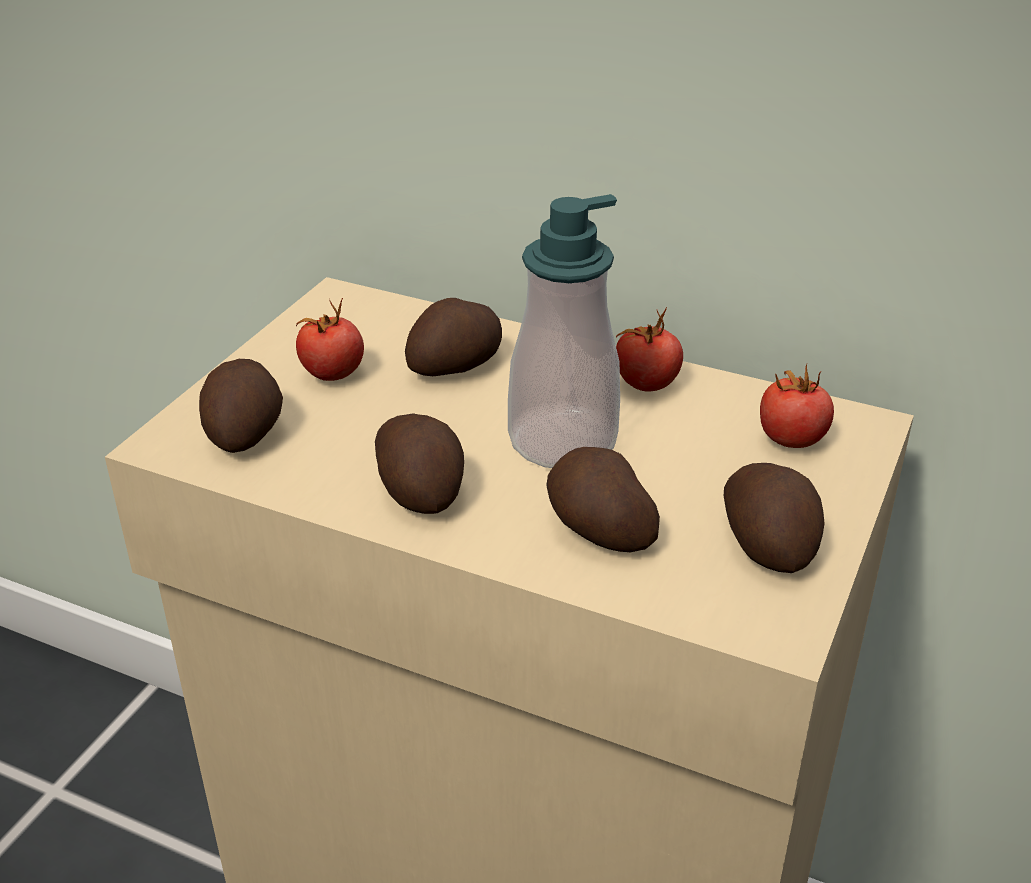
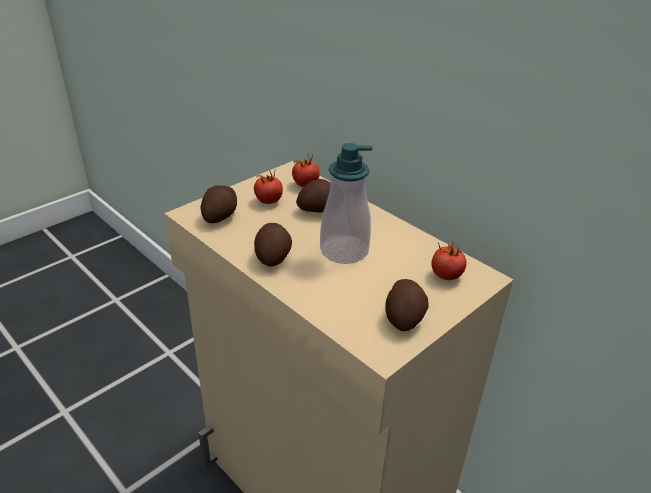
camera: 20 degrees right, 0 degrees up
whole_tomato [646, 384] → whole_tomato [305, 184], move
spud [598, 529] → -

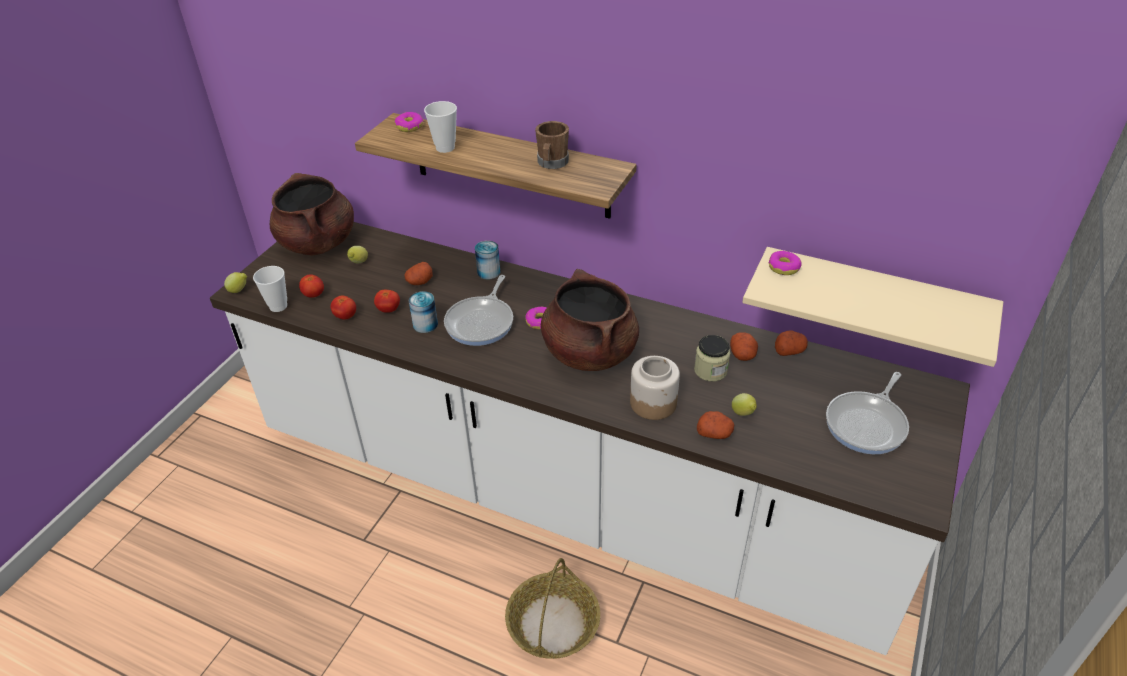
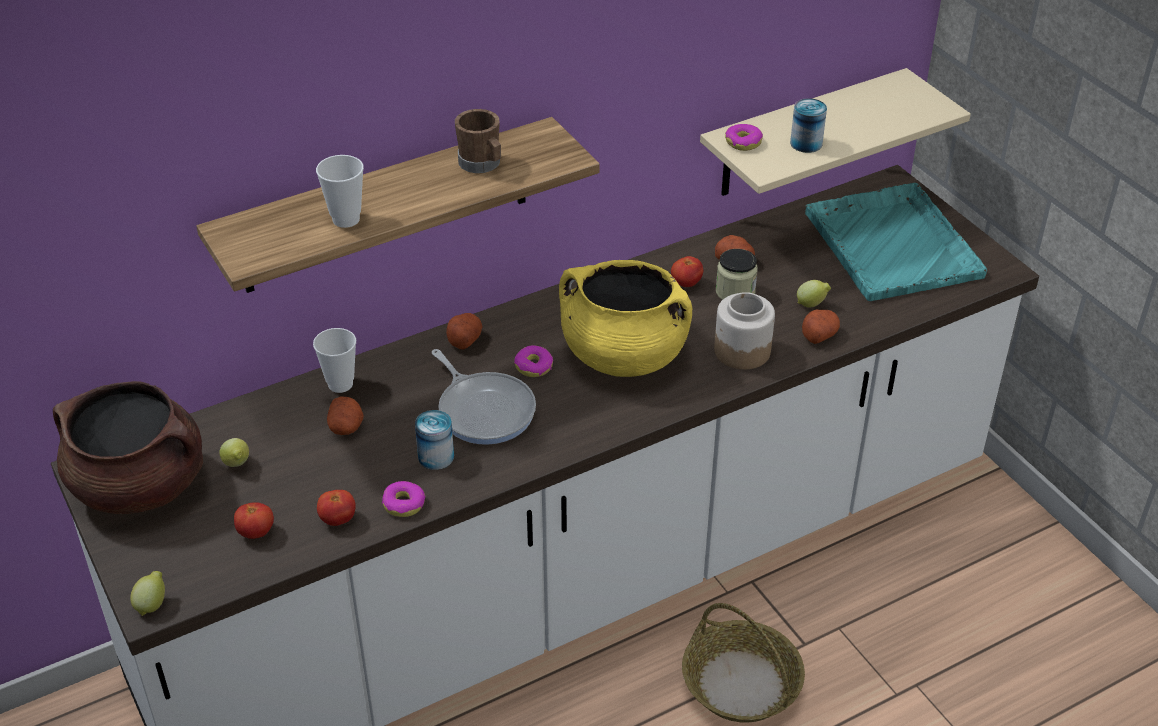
camera: 55 degrees left, 0 degrees up
small_cup [278, 306] → small_cup [340, 384], move
doughnut [409, 126] → doughnut [404, 504], move
spud [789, 350] → spud [464, 339], move
brown_saucepot [589, 352] → yellowish_saucepot [623, 355]
whole_tomato [389, 309] → whole_tomato [686, 283], move
sealed_can [488, 272] → sealed_can [806, 143], move
frying_pan [867, 424] → turquoise_carrying_tray [892, 243]

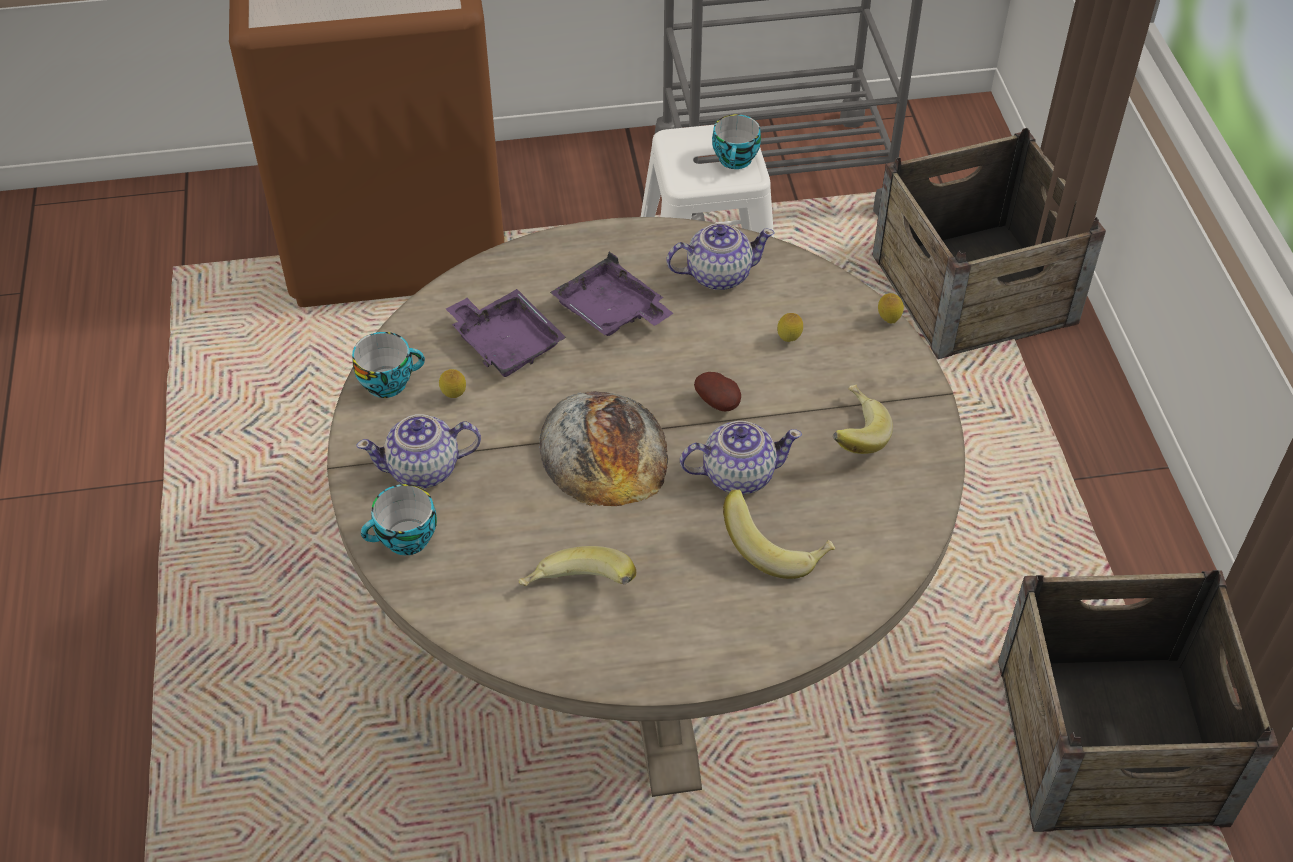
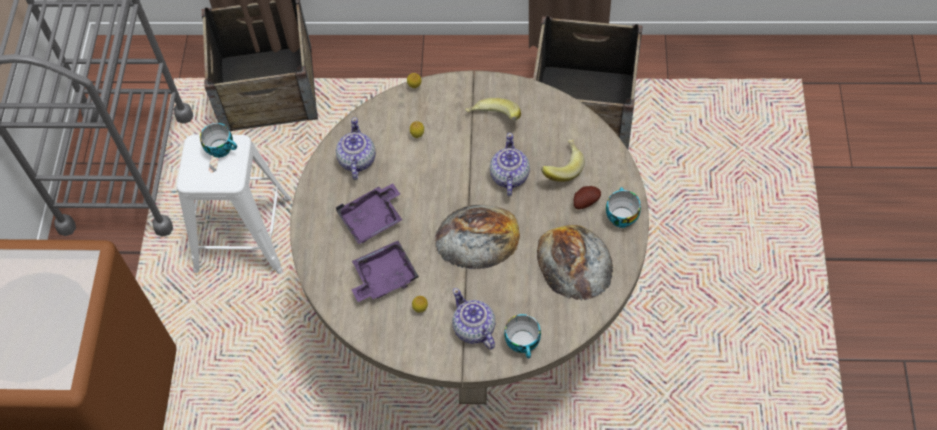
camera: 75 degrees left, 10 degrees up
tea_pot [424, 469] → tea_pot [474, 329], 150 degrees clockwise
banana_fruit [578, 592] → baked_bread [574, 261]
spud [719, 403] → spud [585, 202], move
small_cup [389, 381] → small_cup [620, 216], move

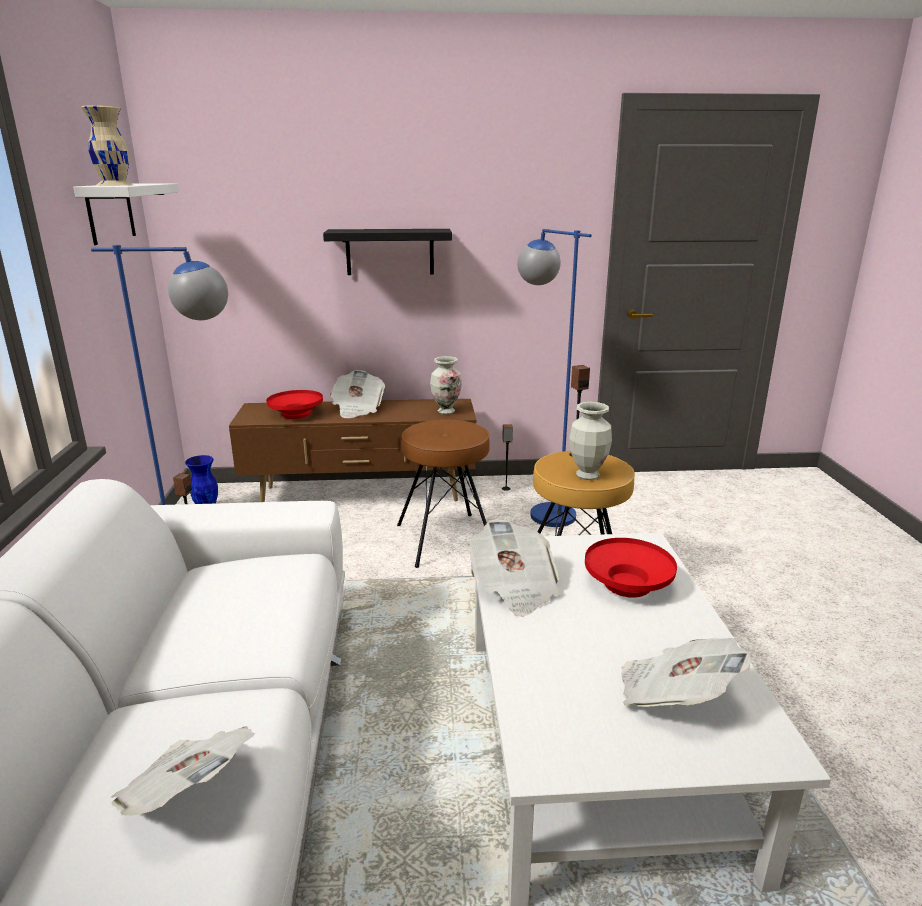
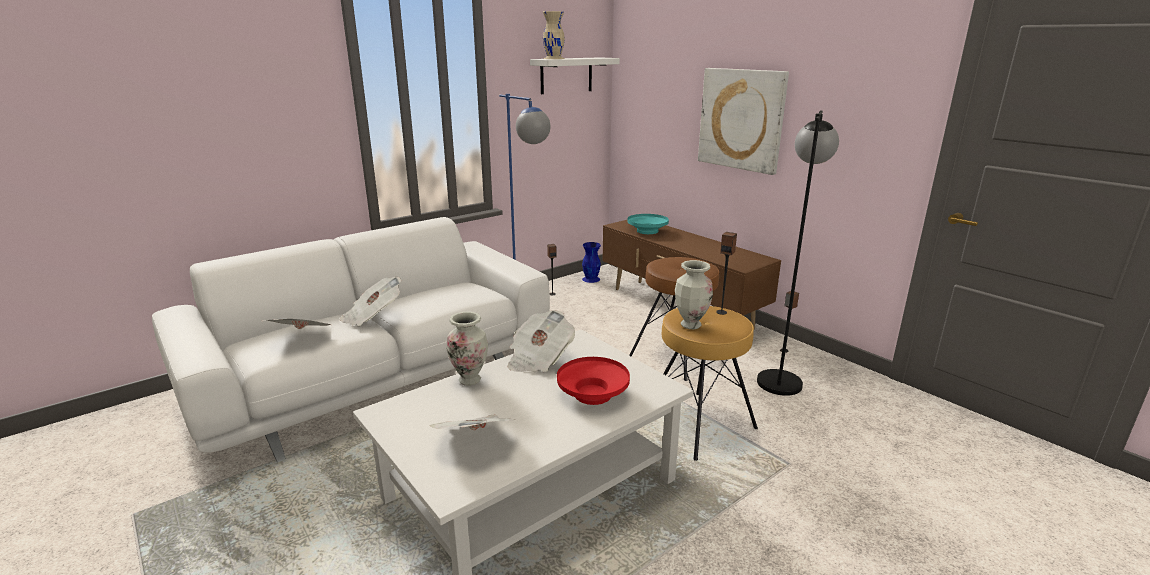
camera: 55 degrees right, 0 degrees up
printed_paper [357, 409] → printed_paper [373, 316], move
flower_vase [446, 411] → flower_vase [470, 380], move
red-coloured_bowl [296, 414] → turquoise_bowl [647, 231]
blackish_shelf [390, 252] → wall_art [741, 119]
blue-coloured_standing_lamp [542, 510] → blackish_standing_lamp [780, 376]

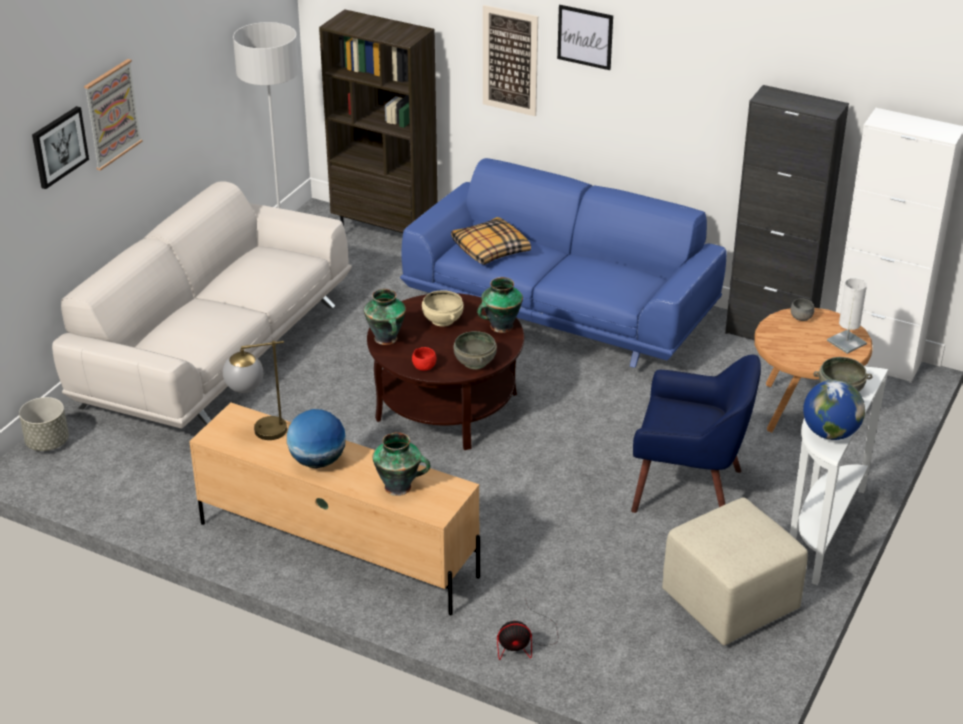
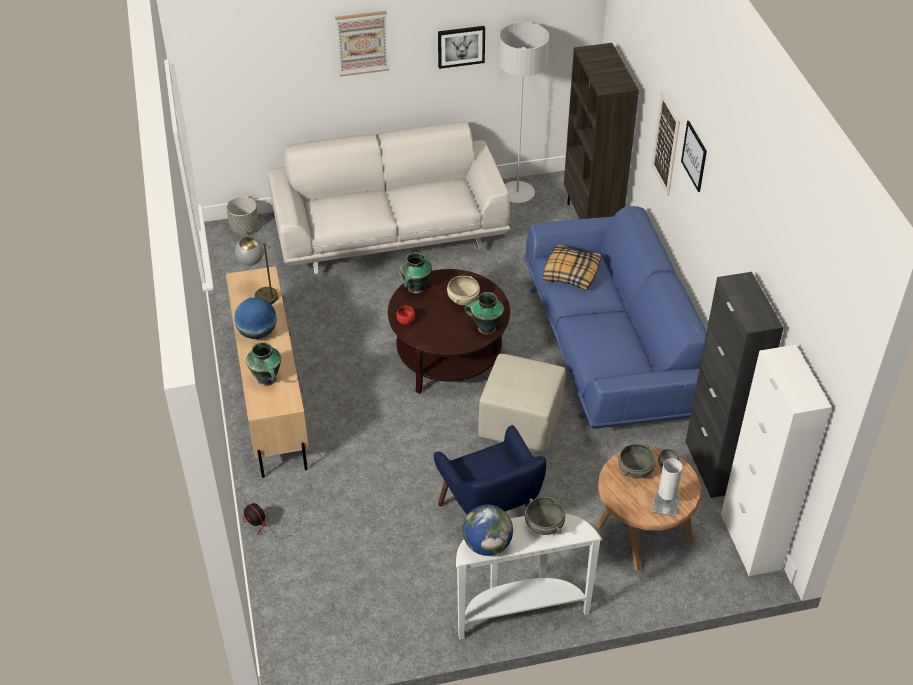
camera: 50 degrees right, 10 degrees up
wall_art [59, 146] → wall_art [461, 46], move
beige-coloured_footrest [729, 603] → beige-coloured_footrest [519, 422], move
gray_bowl [475, 362] → gray_bowl [635, 470], move

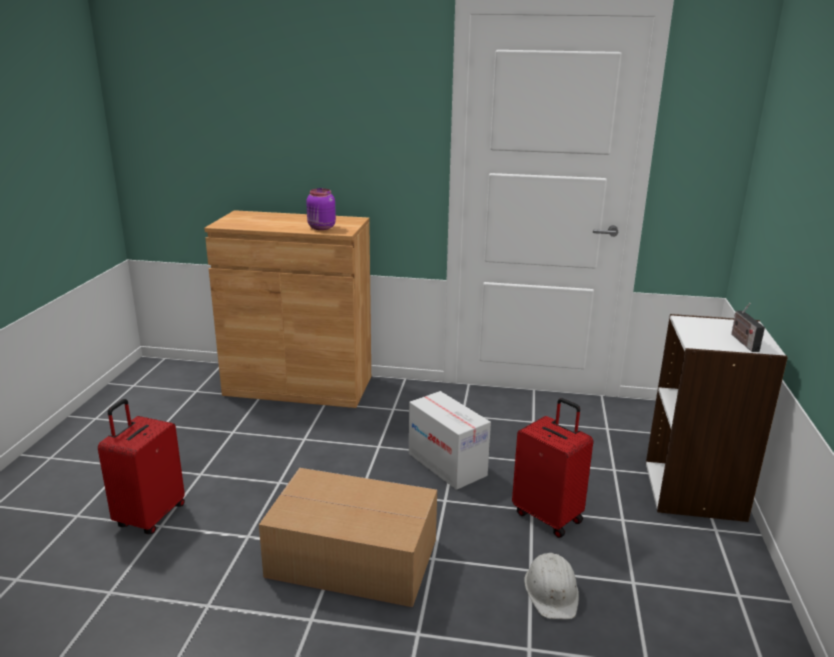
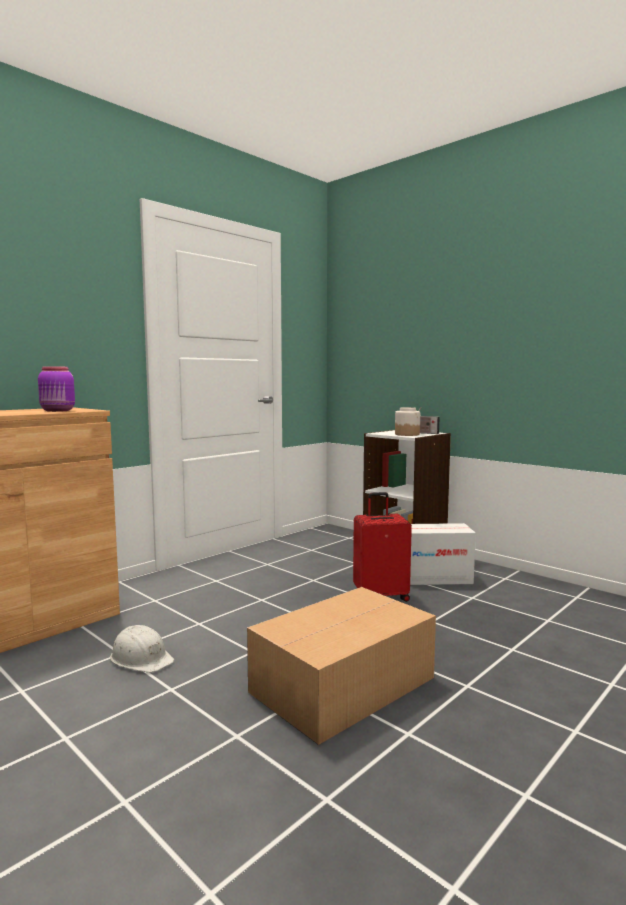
camera: 55 degrees left, 15 degrees down
white_safety_helmet [552, 591] → white_safety_helmet [141, 658], move
- → jar [407, 434]
carton [447, 464] → carton [436, 578], move
red-coloured_travel_case [149, 516] → -

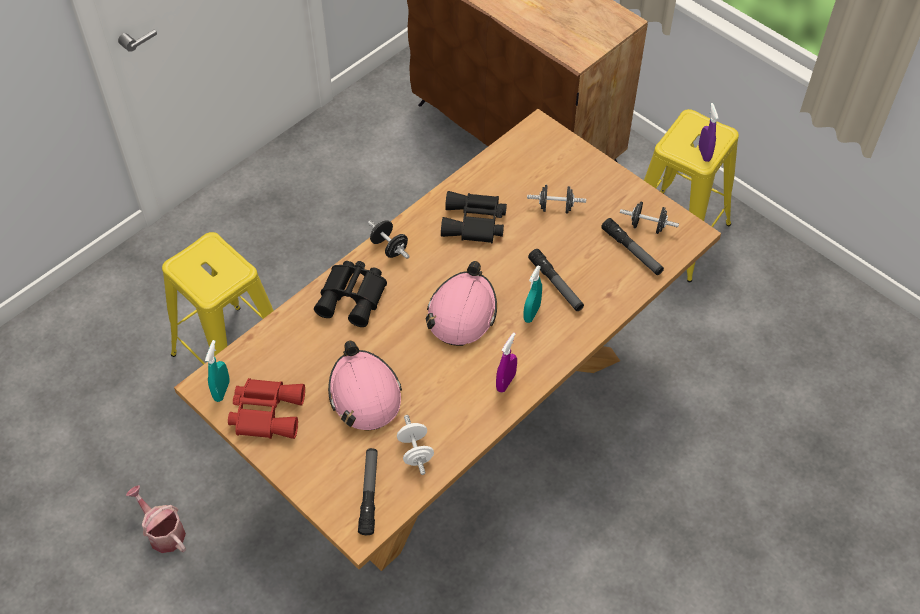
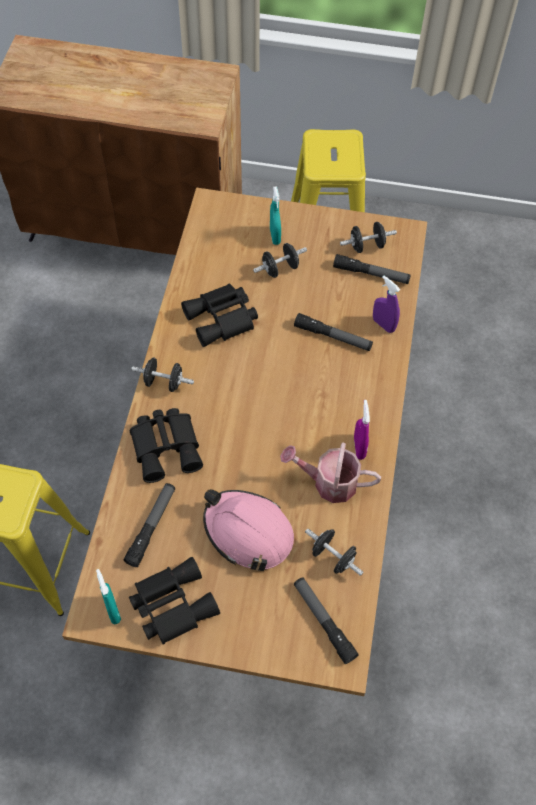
camera: 35 degrees left, 5 degrees up
- → torch [151, 526]
red-coloured_binoculars [266, 411] → blackish_binoculars [171, 603]
turquoise_hand_sprayer [531, 313] → turquoise_hand_sprayer [275, 236], move
watering_pot [163, 532] → watering_pot [329, 482], move
white_hand_weight [415, 451] → blackish_hand_weight [333, 557]
purplish_hand_sprayer [704, 154] → purplish_hand_sprayer [383, 324], move
pinkish_safety_helmet [462, 313] → -

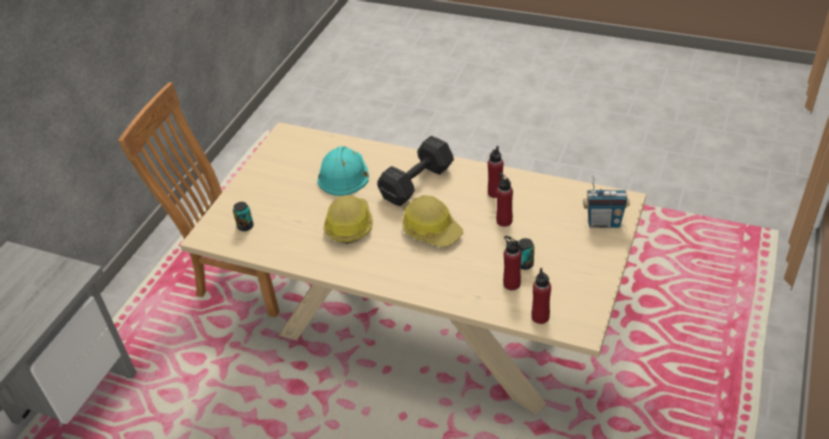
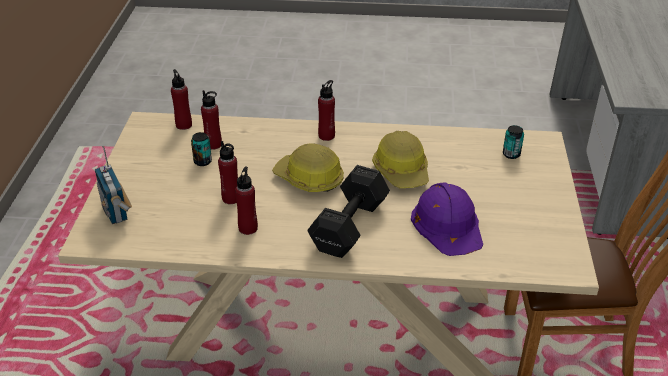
camera: 160 degrees right, 5 degrees down
radio_set [603, 222] → radio_set [116, 212], 105 degrees counterclockwise
- → red-coloured_beverage_bottle [326, 136]
turquoise_safety_helmet [343, 173] → purplish_safety_helmet [448, 224]

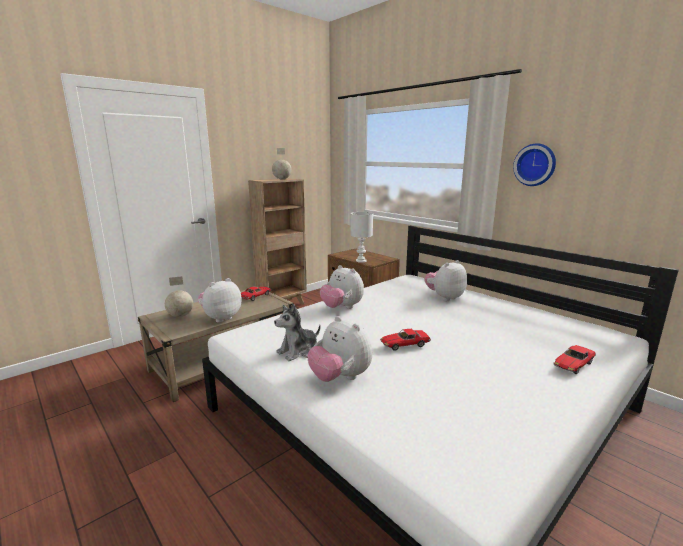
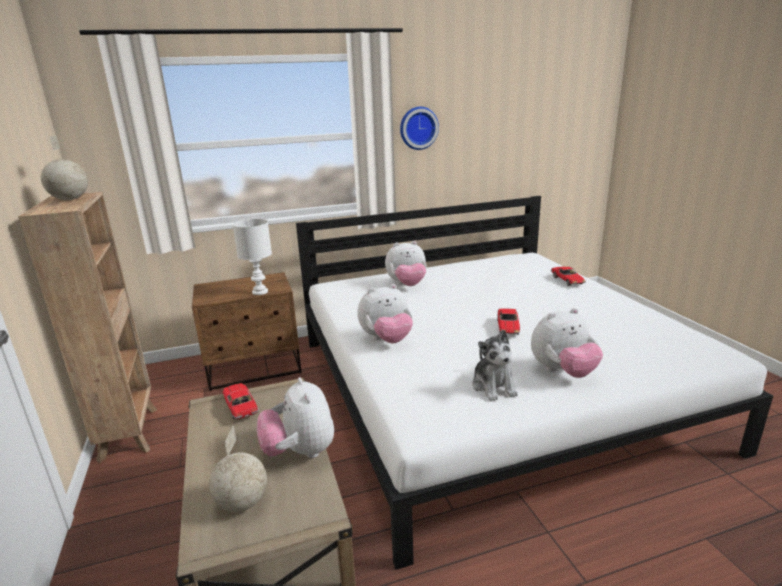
camera: 65 degrees left, 5 degrees up
soft_toy [444, 297] → soft_toy [407, 285], 90 degrees counterclockwise

